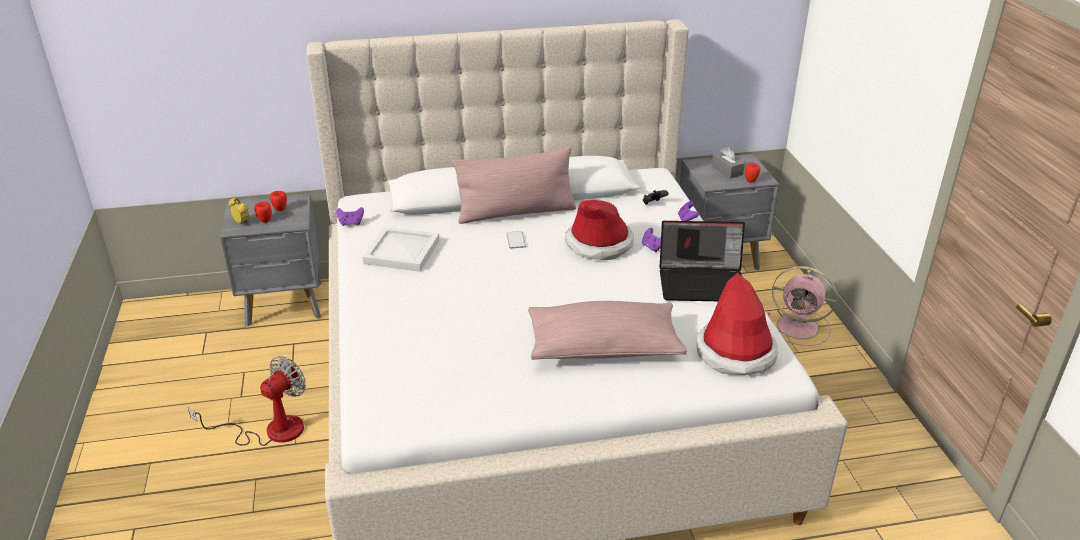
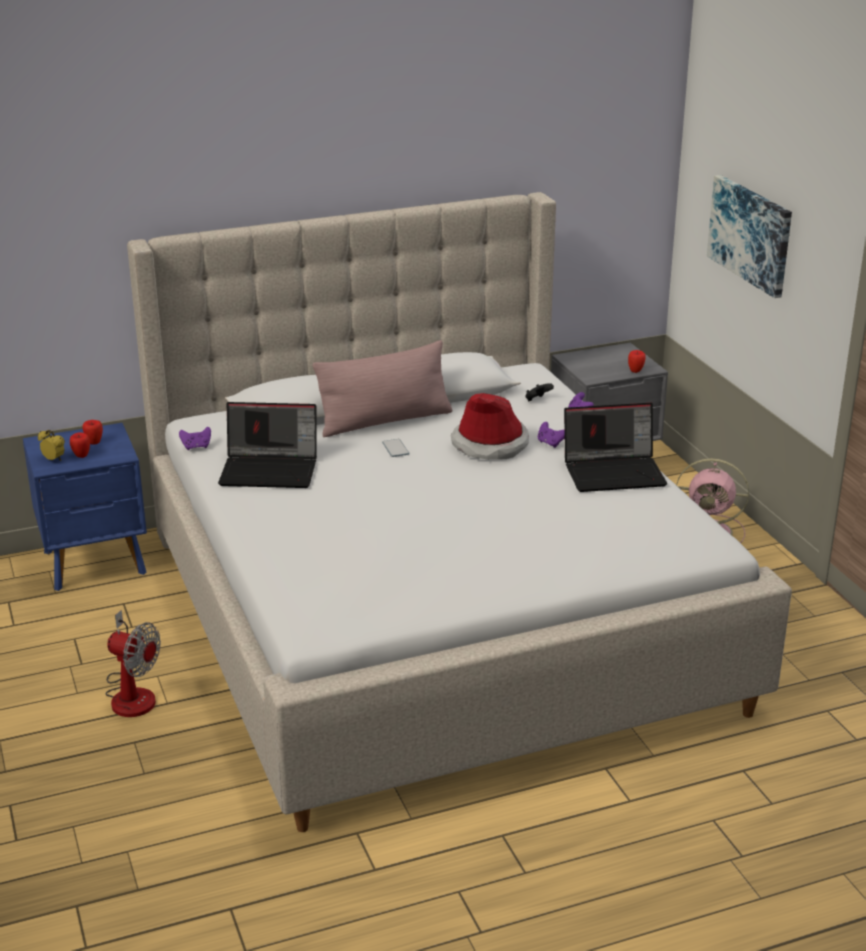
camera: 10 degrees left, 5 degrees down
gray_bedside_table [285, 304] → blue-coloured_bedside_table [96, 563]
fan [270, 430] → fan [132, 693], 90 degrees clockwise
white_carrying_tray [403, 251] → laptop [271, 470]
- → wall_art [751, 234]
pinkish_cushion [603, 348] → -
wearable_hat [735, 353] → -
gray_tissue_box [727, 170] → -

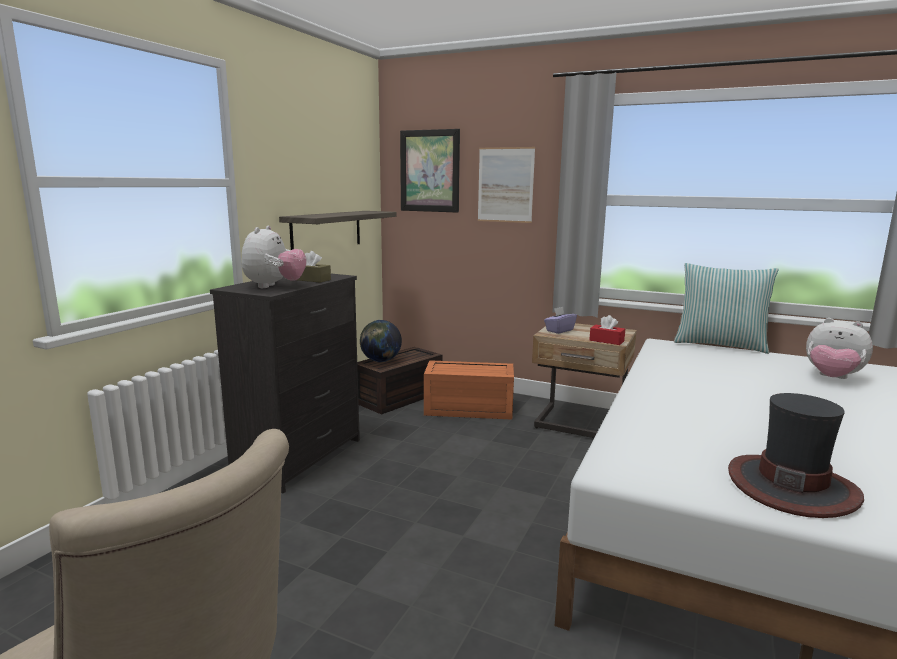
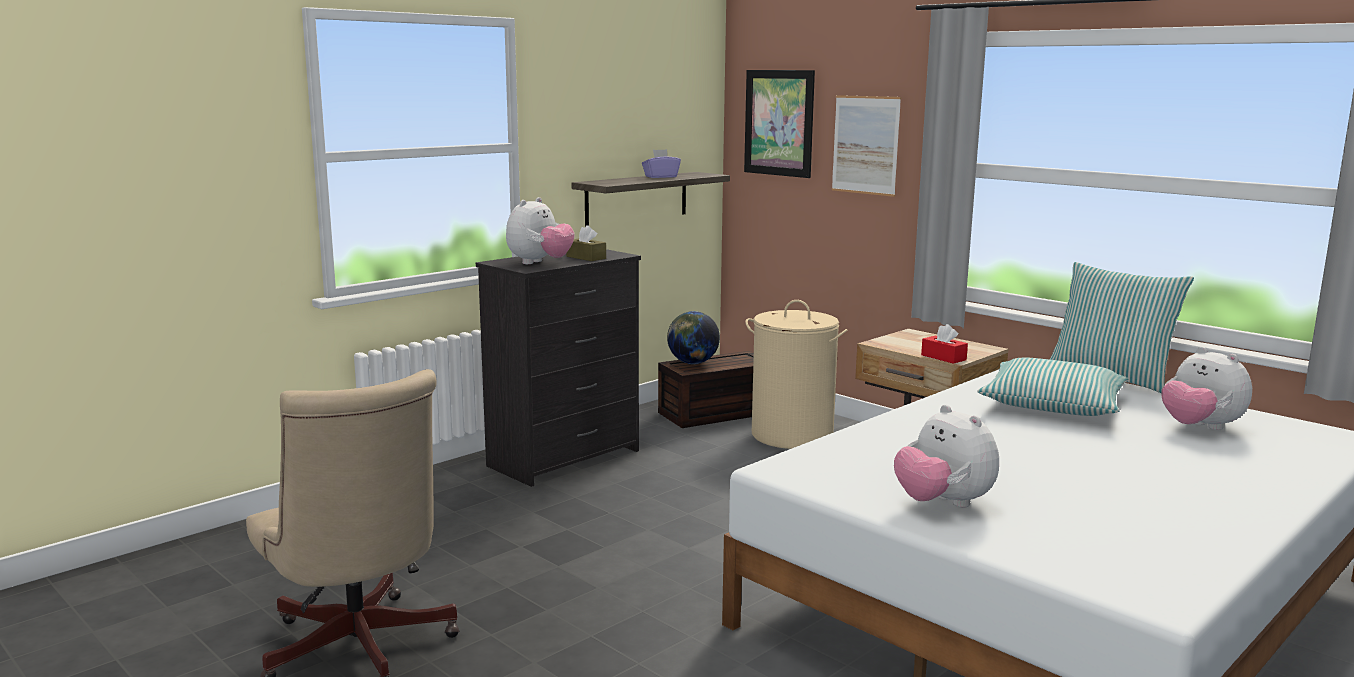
camera: 20 degrees right, 0 degrees up
purplish_tissue_box [559, 330] → purplish_tissue_box [660, 177], move
orange_storage_bin [467, 409] → beige-coloured_washing_basket [791, 435]
wearable_hat [791, 486] → soft_toy [943, 503]
- → cushion [1052, 404]

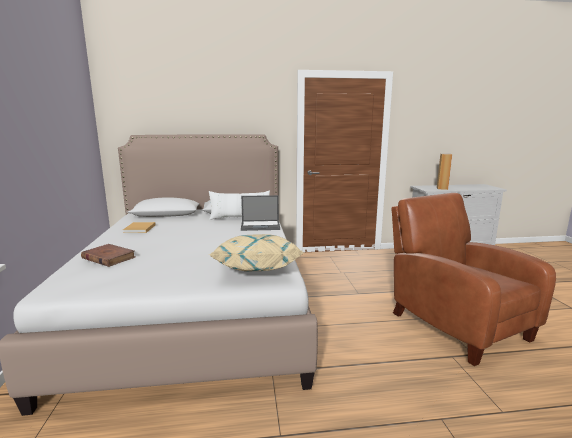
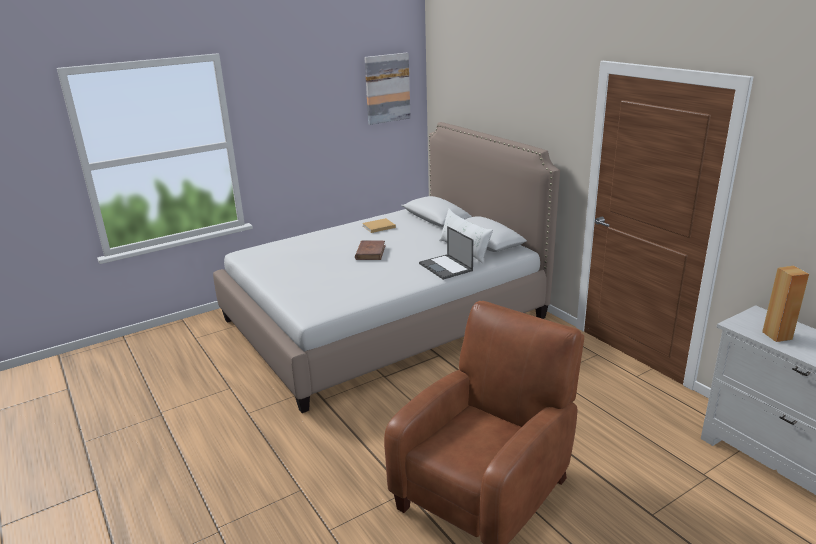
camera: 65 degrees right, 10 degrees up
brown_bound_book [108, 258] → brown_bound_book [370, 252], move
- → wall_art [387, 88]
beige-coloured_cushion [256, 270] → -

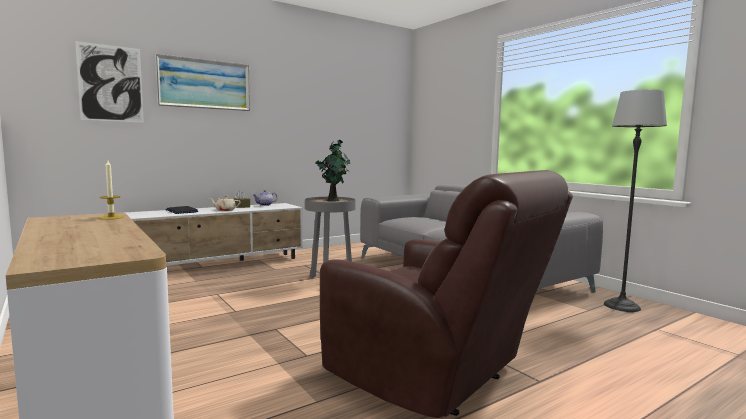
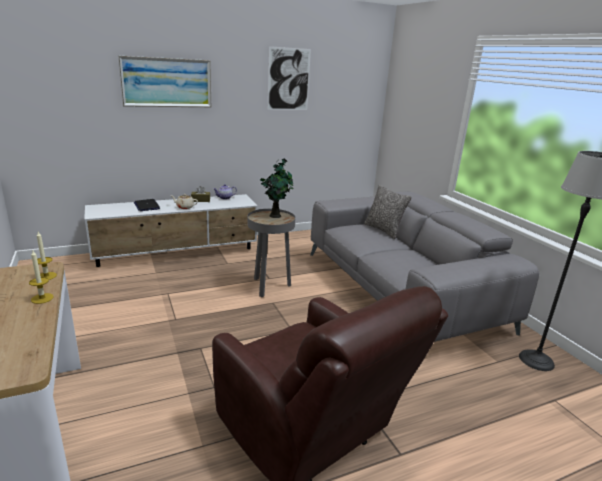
camera: 10 degrees right, 15 degrees up
- → wax_candle [42, 298]
wall_art [111, 83] → wall_art [288, 79], move
- → cushion [383, 230]

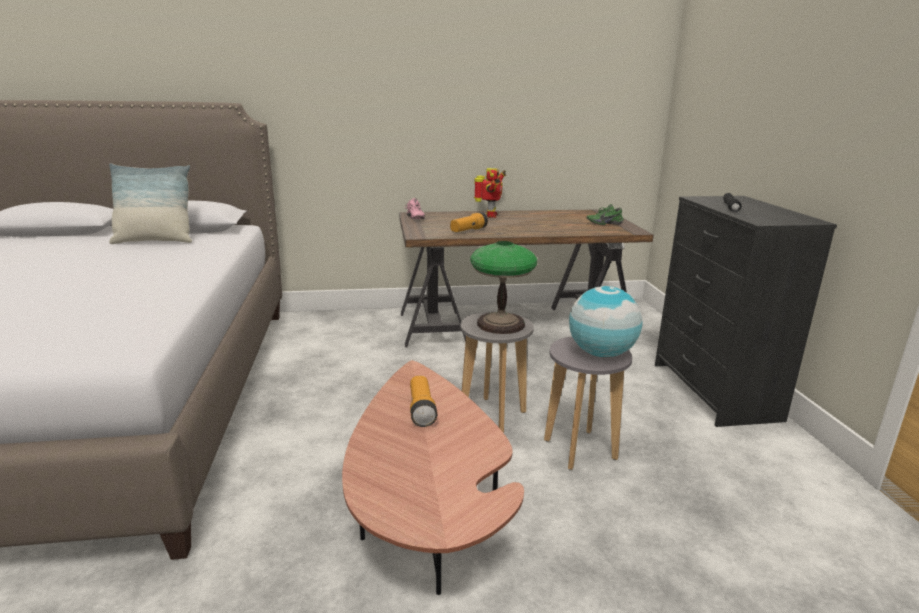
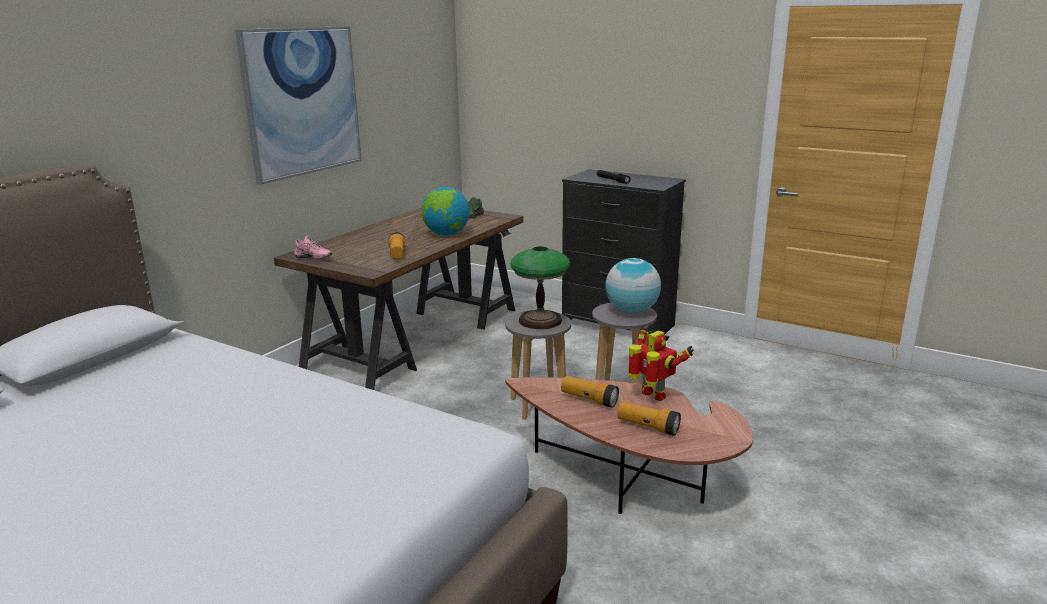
camera: 50 degrees left, 0 degrees up
- → wall_art [302, 101]
- → globe [446, 234]
- → torch [648, 427]
model_robot [490, 215] → model_robot [653, 396], move
cushion [155, 241] → -

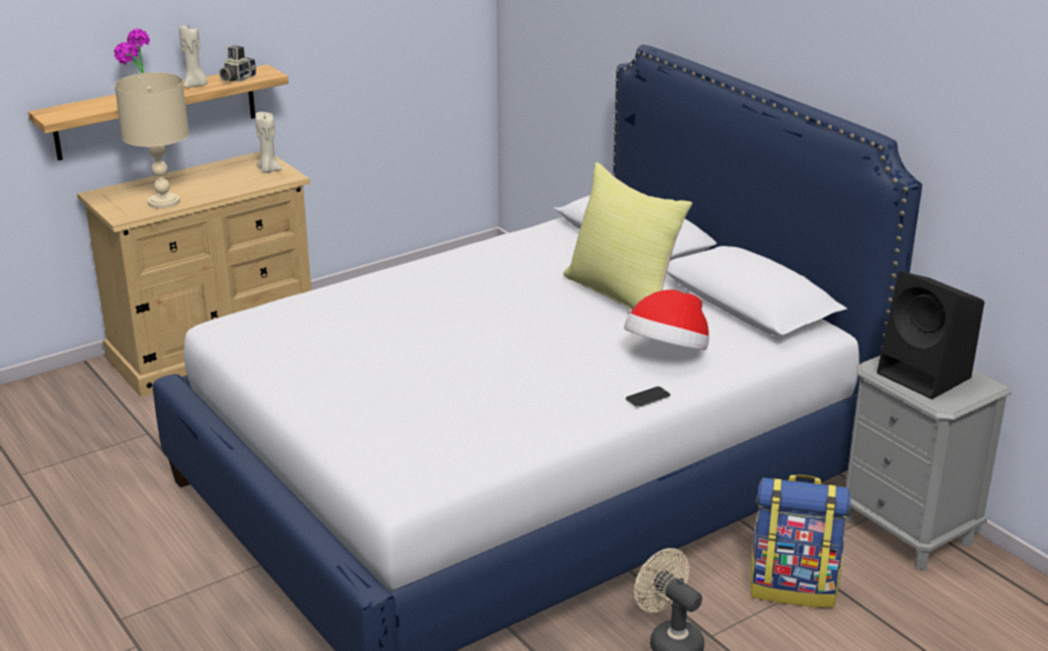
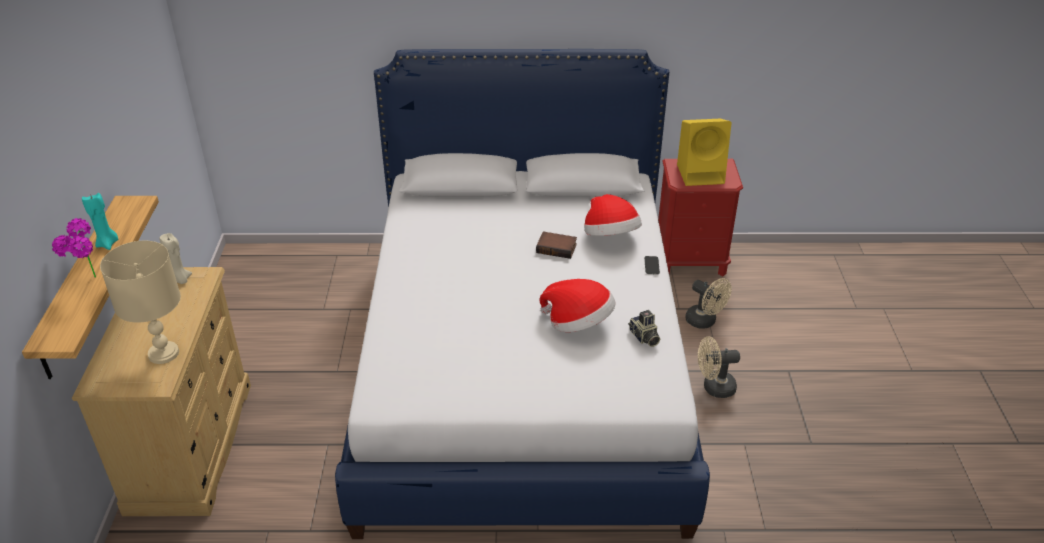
camera: 55 degrees left, 10 degrees up
beige-coloured_wax_candle [195, 85] → turquoise_wax_candle [108, 244]
- → bound_book [557, 248]
- → wearable_hat [578, 323]
still_camera [237, 78] → still_camera [644, 337], move
gray_bedside_table [907, 530] → red-coloured_bedside_table [691, 261]
blackish_loudspeaker [926, 376] → yellowish_loudspeaker [701, 174]
rucksack [794, 587] → beige-coloured_fan [704, 322]
yellowish_cushion [623, 295] → -

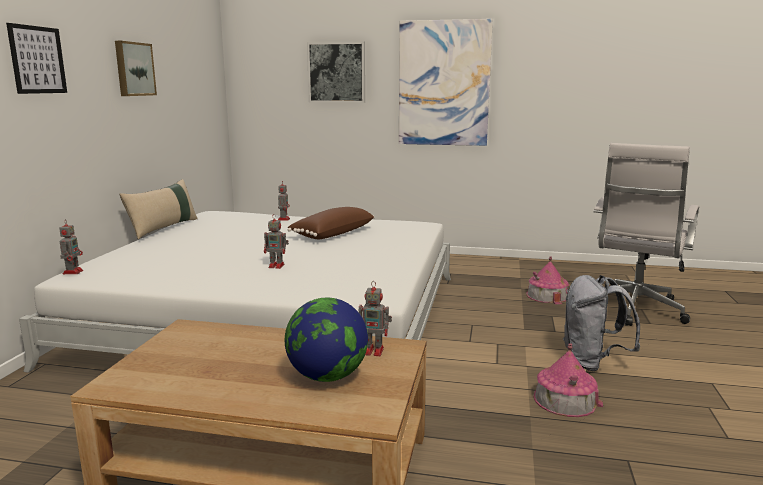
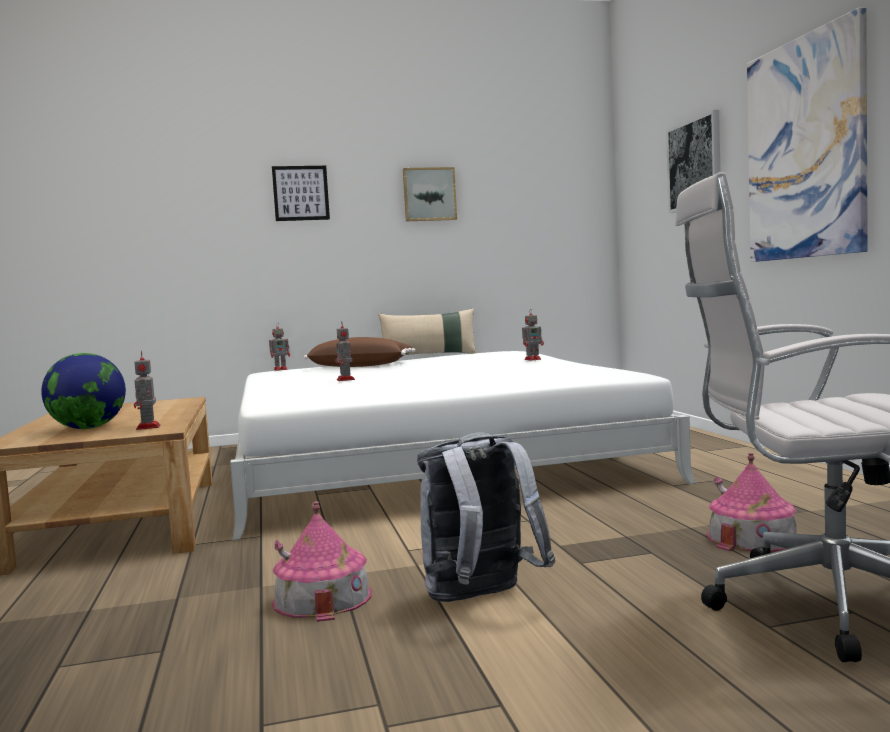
camera: 65 degrees right, 10 degrees down
brown_cushion [332, 234] → brown_cushion [361, 366], move

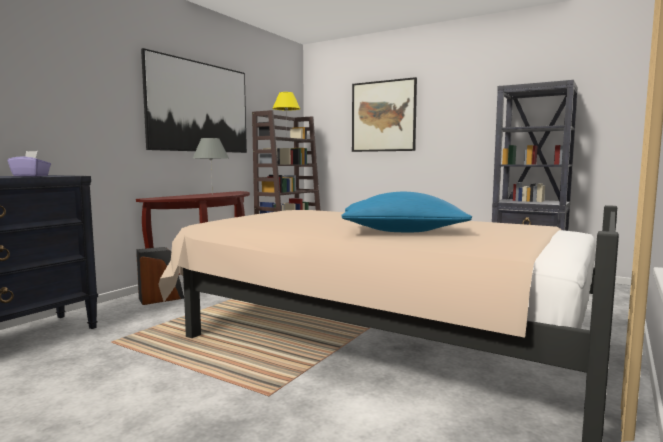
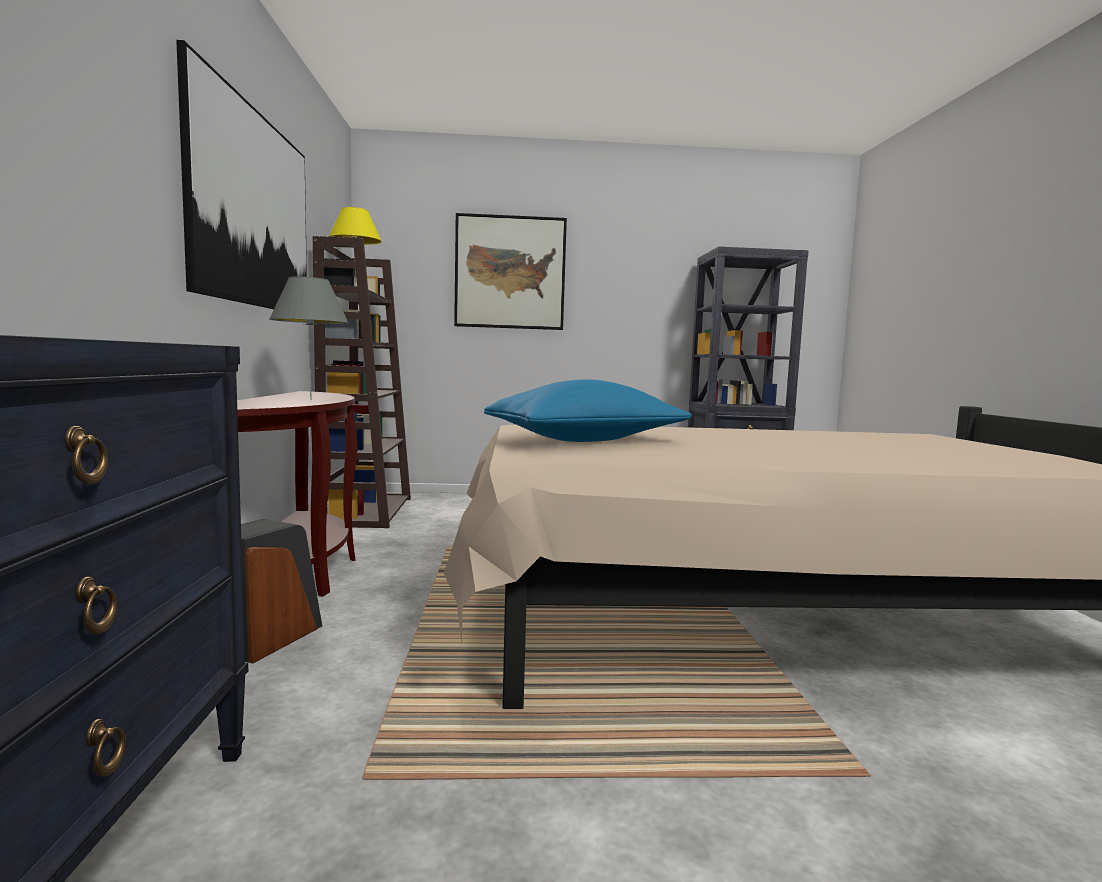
camera: 35 degrees left, 0 degrees up
blue-coloured_cushion [403, 232] → blue-coloured_cushion [587, 441], move
purplish_tissue_box [31, 176] → -

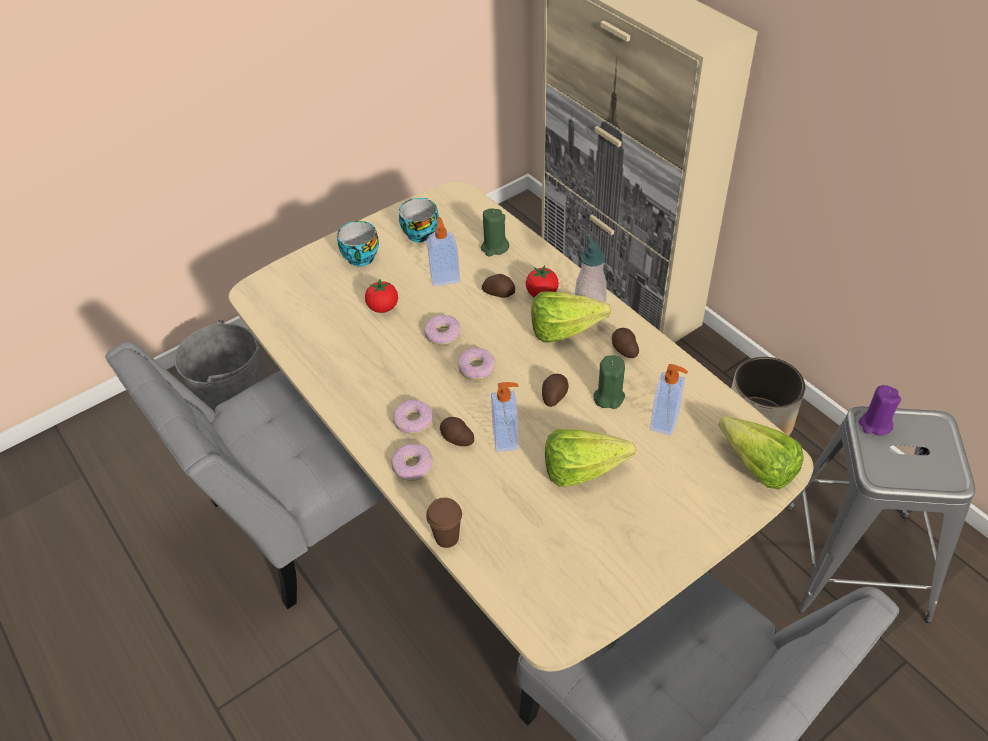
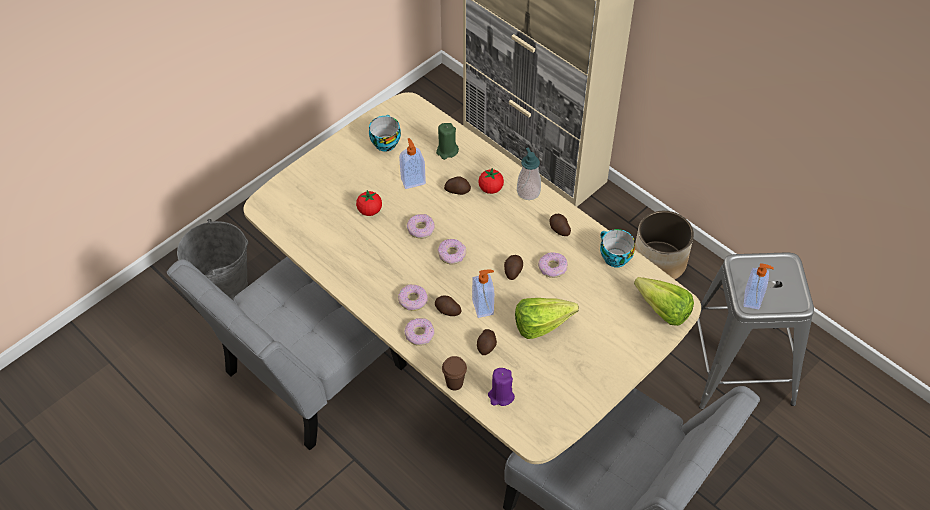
camera: 10 degrees left, 5 degrees up
- → spud [487, 346]
purplish_wax_candle [875, 424] → purplish_wax_candle [501, 396], move
green_wax_candle [608, 397] → doughnut [552, 268]
small_cup [359, 256] → small_cup [613, 257], move
soap_bottle [665, 422] → soap_bottle [752, 299], move
head_of_lettuce [571, 331] → -

